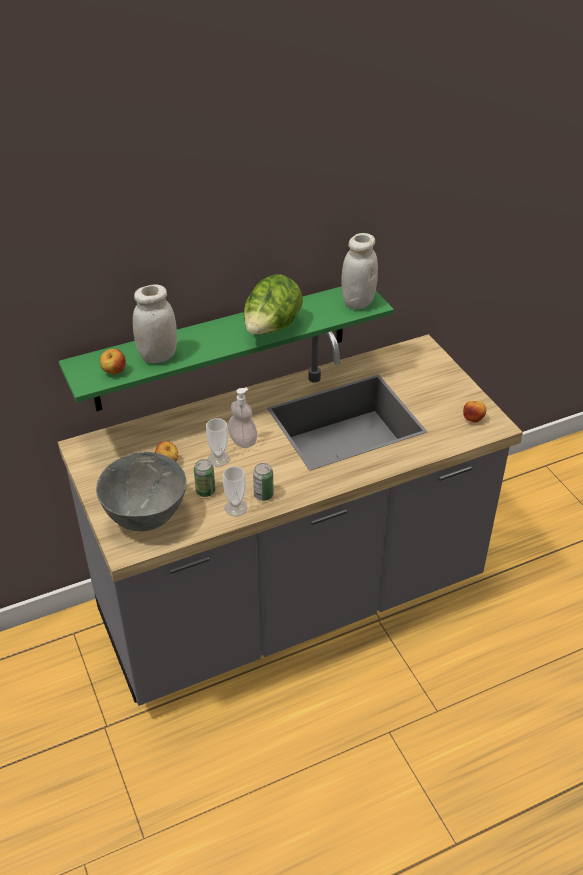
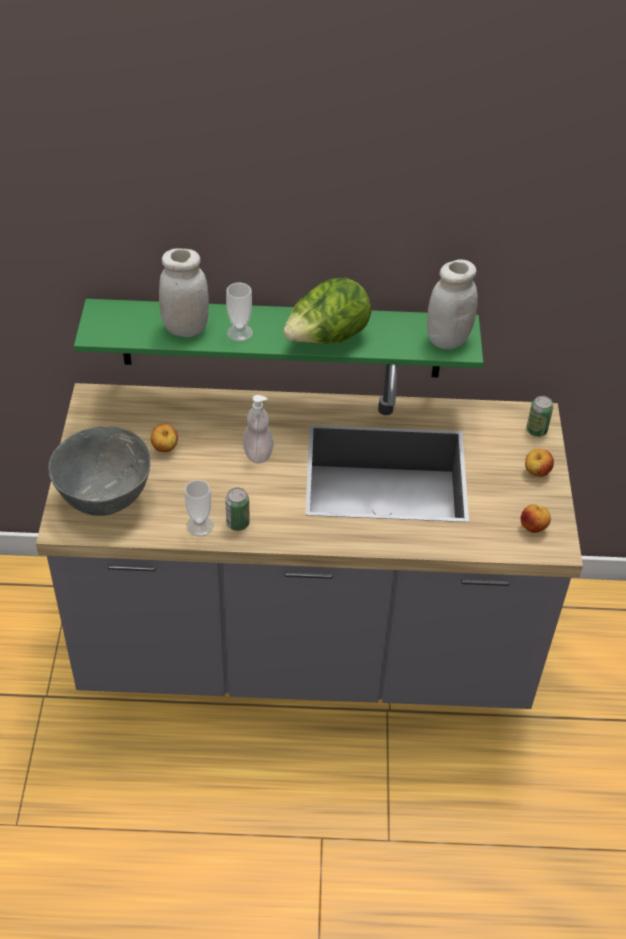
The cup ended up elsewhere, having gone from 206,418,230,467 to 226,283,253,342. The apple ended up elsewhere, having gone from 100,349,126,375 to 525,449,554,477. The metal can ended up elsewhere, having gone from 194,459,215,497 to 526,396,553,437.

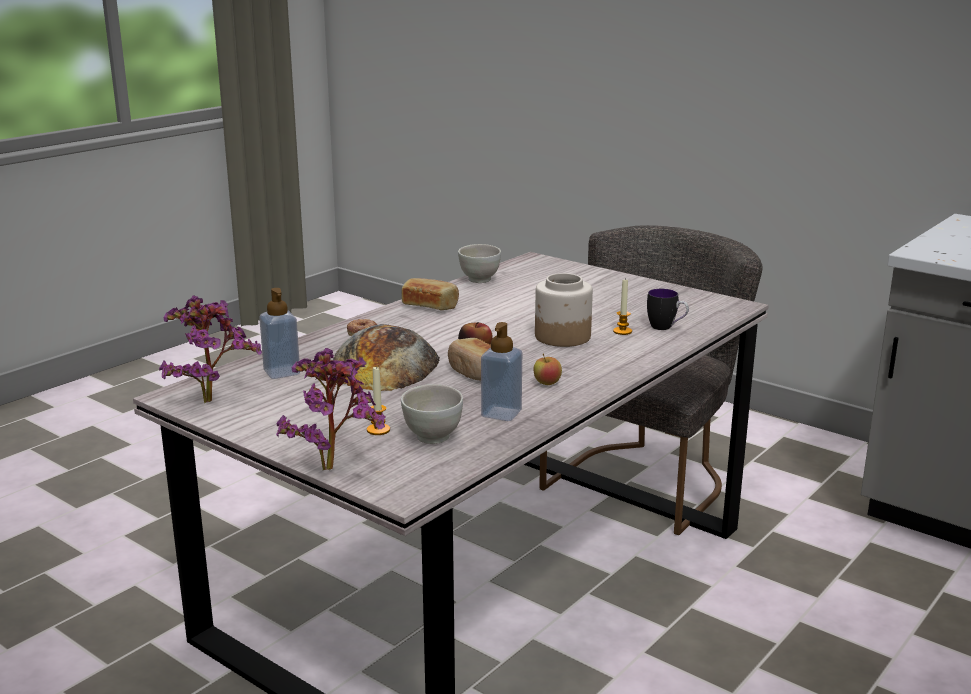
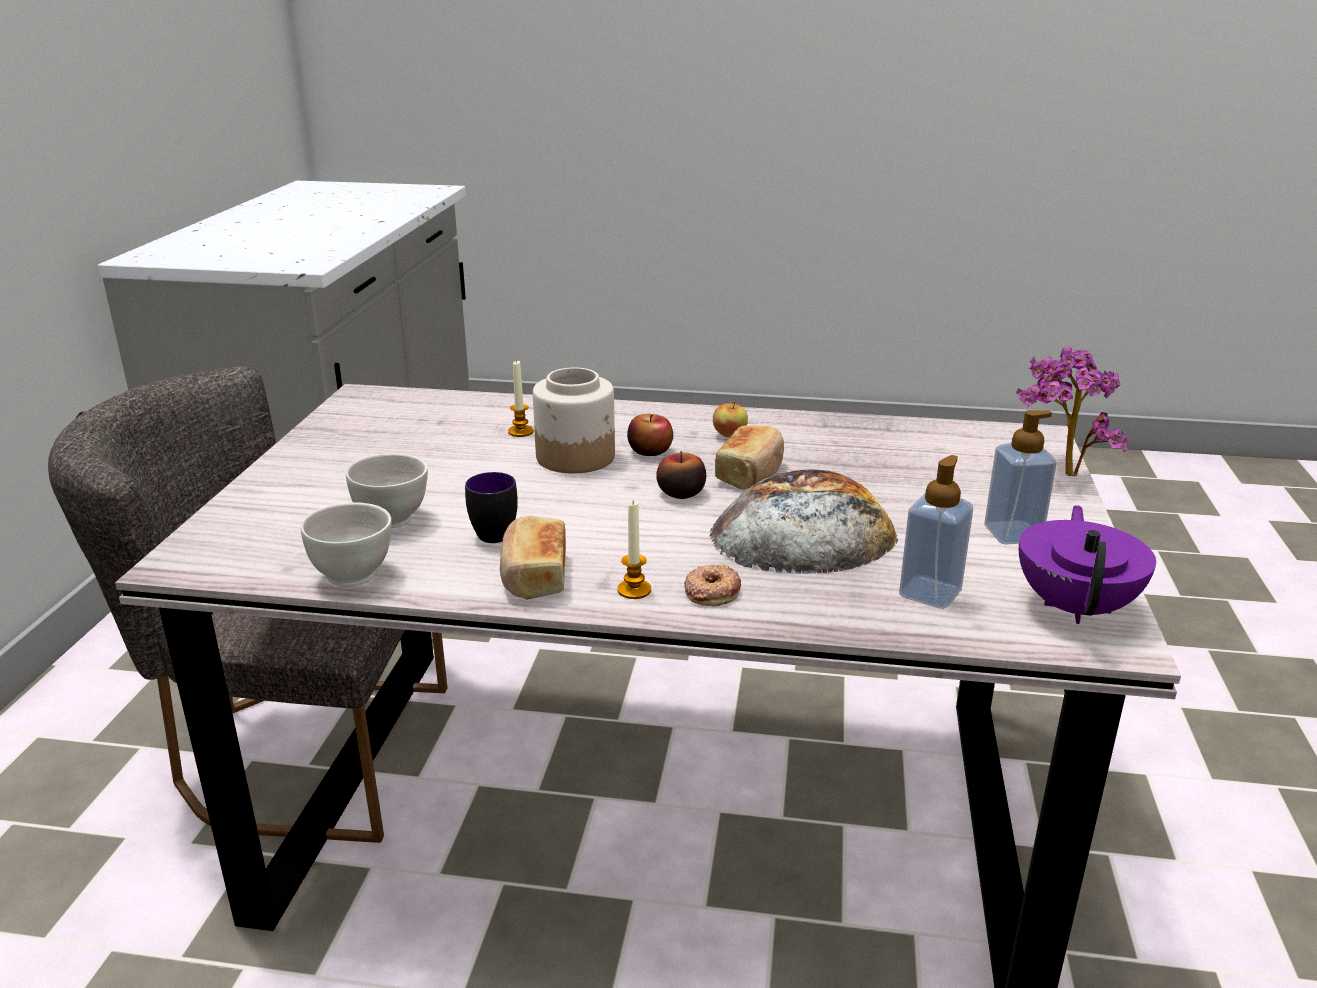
The white-coloured deep dish ended up elsewhere, having gone from 401,384,463,444 to 346,453,428,528. The coffee mug ended up elsewhere, having gone from 647,289,689,330 to 465,472,518,543. The wax light ended up elsewhere, having gone from 367,367,390,435 to 617,500,651,599. The second view gained the apple at 627,414,673,456. The soap bottle ended up elsewhere, having gone from 481,322,522,421 to 984,410,1056,545. Where the potted plant stood at 159,295,262,403, the purplish pot for tea came to stand at 1019,505,1156,624.

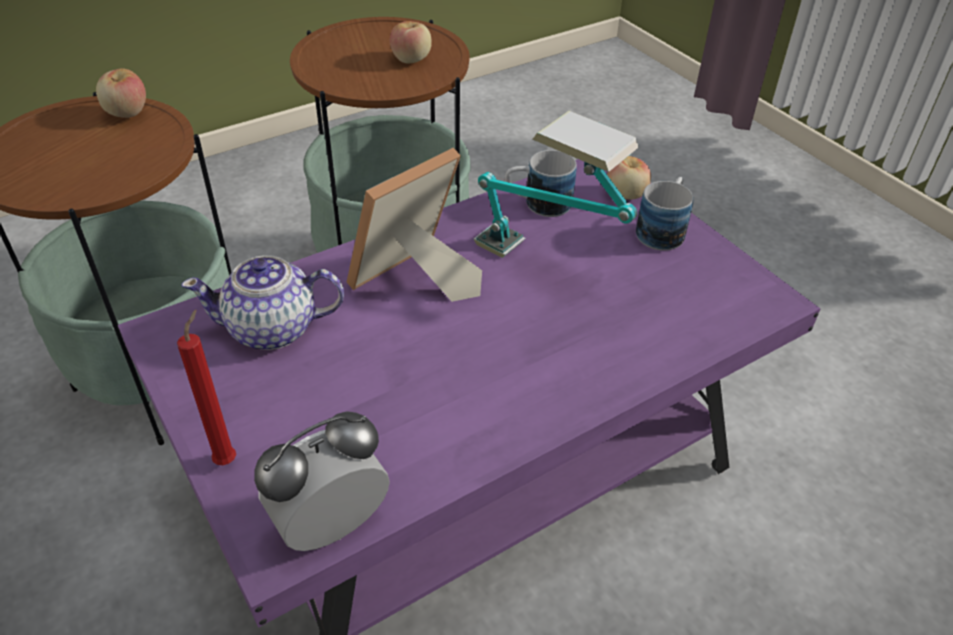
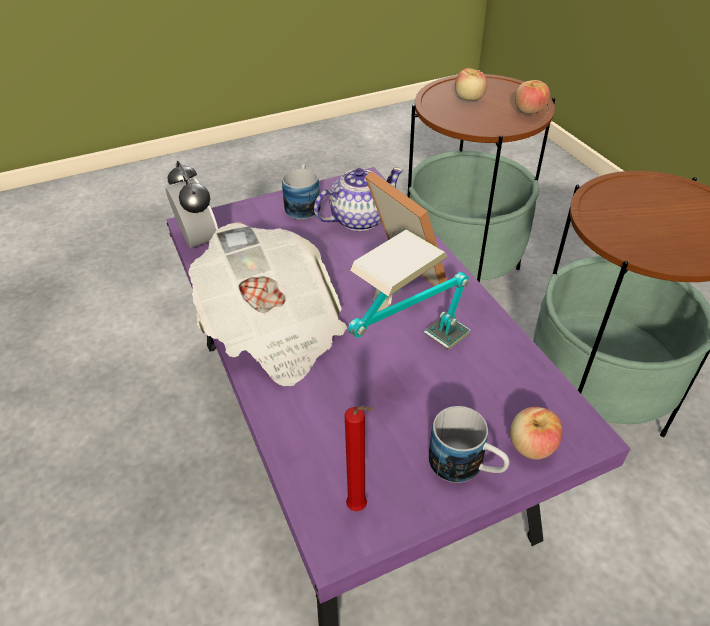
The second view gained the printed paper at 188,222,347,386. The coffee mug ended up elsewhere, having gone from 505,150,577,217 to 282,164,320,220. The pot for tea at 181,255,344,350 ended up facing another way, 60 degrees clockwise from before. The red wax light ended up elsewhere, having gone from 177,310,236,465 to 345,406,374,512. The apple ended up elsewhere, having gone from 390,21,432,64 to 455,68,487,101.

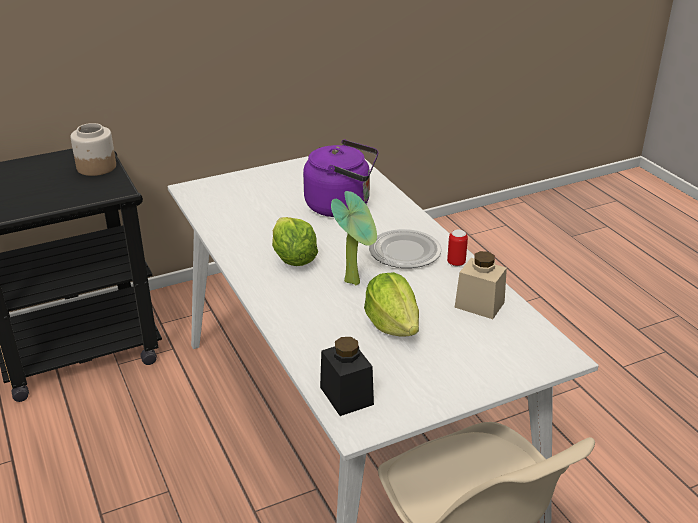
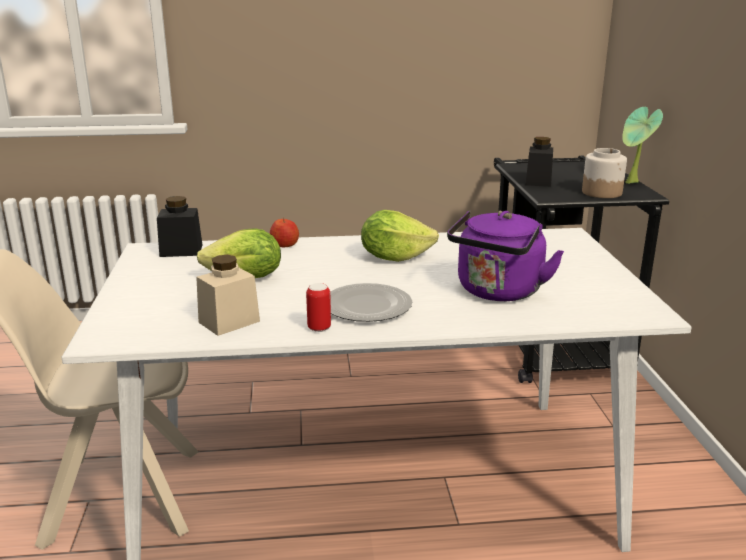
The second view gained the apple at 270,217,299,247. The second view gained the black preserve jar at 525,137,553,187. The potted plant ended up elsewhere, having gone from 331,191,377,286 to 622,107,663,184.

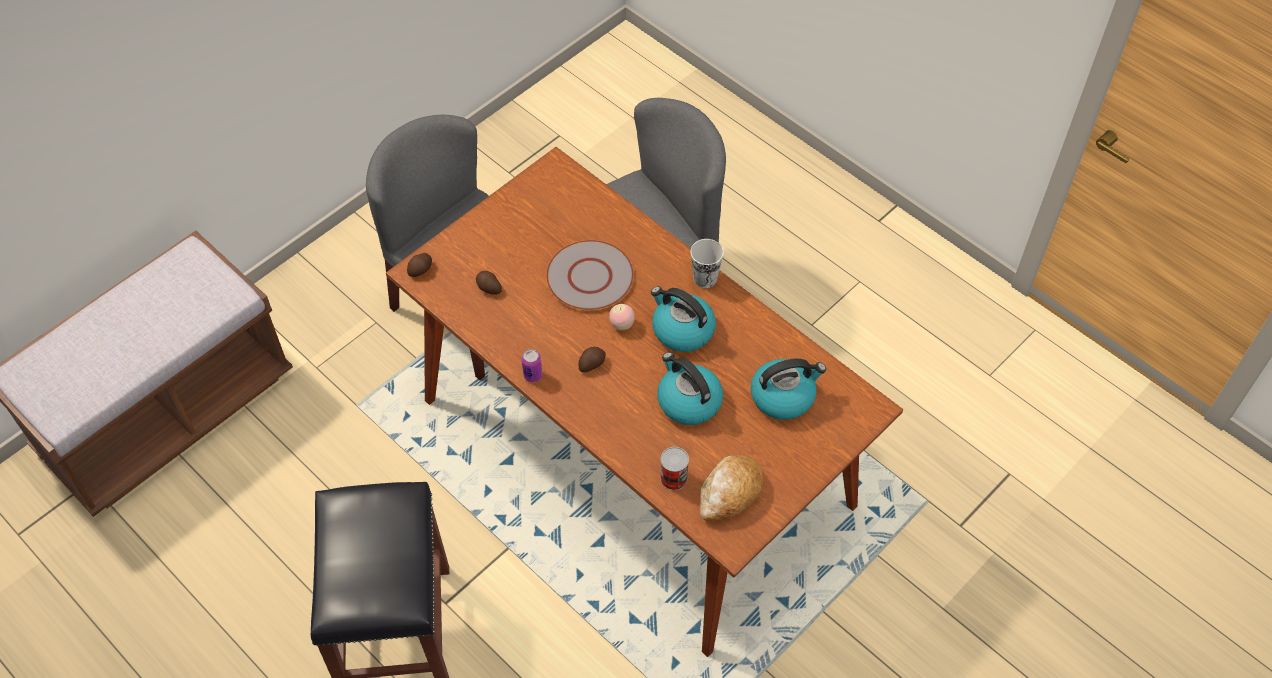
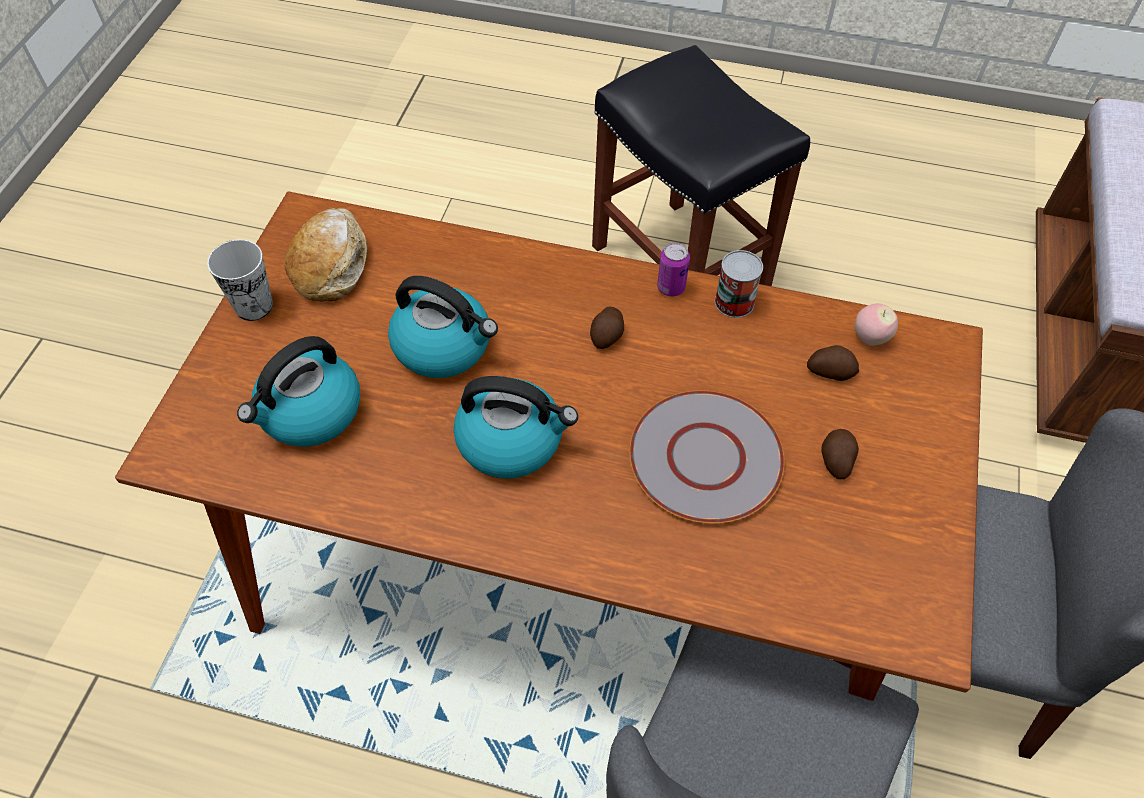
The cup ended up elsewhere, having gone from 691,239,724,288 to 207,239,273,321. The metal can ended up elsewhere, having gone from 660,447,689,490 to 715,250,763,318. The potato ended up elsewhere, having gone from 407,253,432,277 to 821,429,859,479. The apple ended up elsewhere, having gone from 609,304,635,330 to 855,303,898,346.

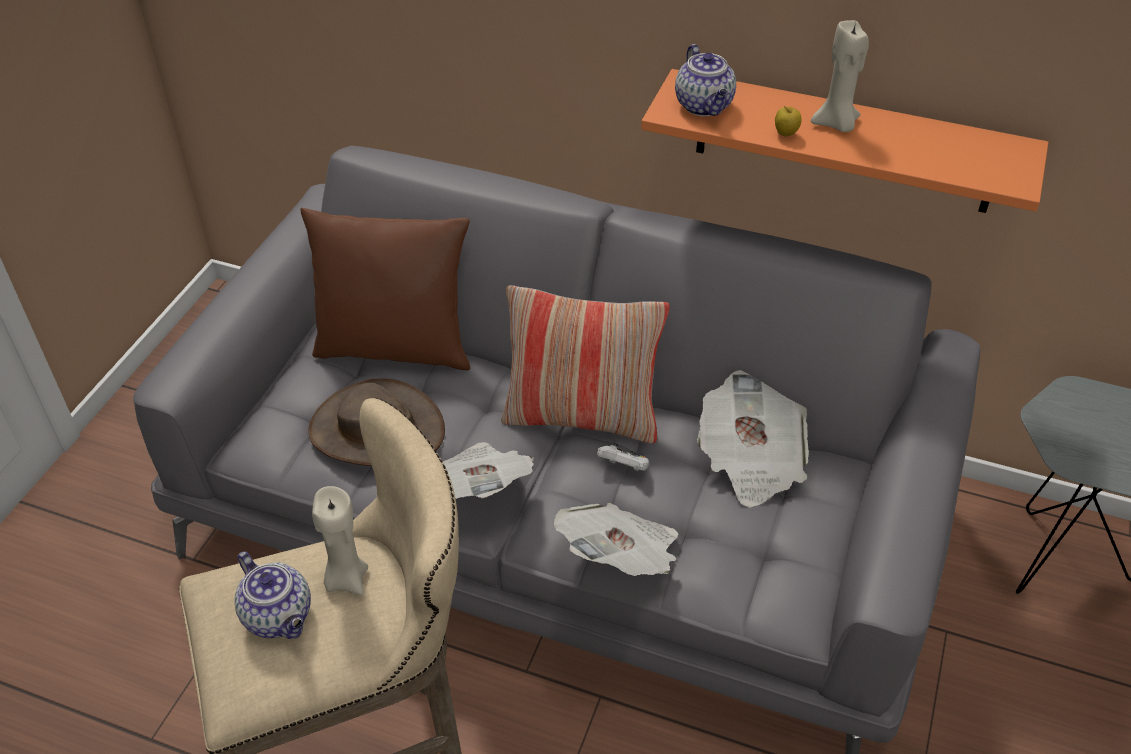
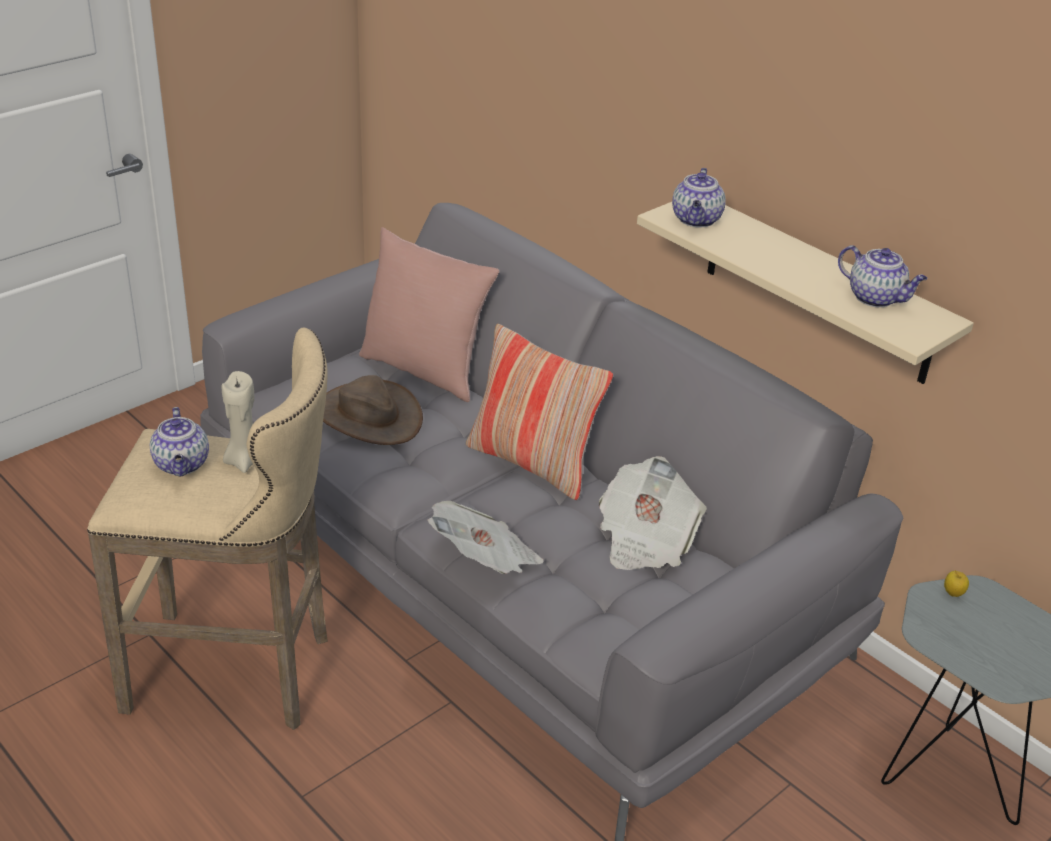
What was the brown pillow at 300,208,470,370 turned into the pink pillow at 359,227,499,402. What was the orange shelf at 641,69,1049,213 turned into the sand-coloured shelf at 637,202,974,384. The second view gained the pot for tea at 838,245,928,307. The apple ended up elsewhere, having gone from 775,106,802,136 to 944,570,969,597. The second view lost the printed paper at 443,442,533,499. The second view lost the white-coloured joypad at 597,443,649,472. The second view lost the sand-coloured wax light at 811,20,869,132.

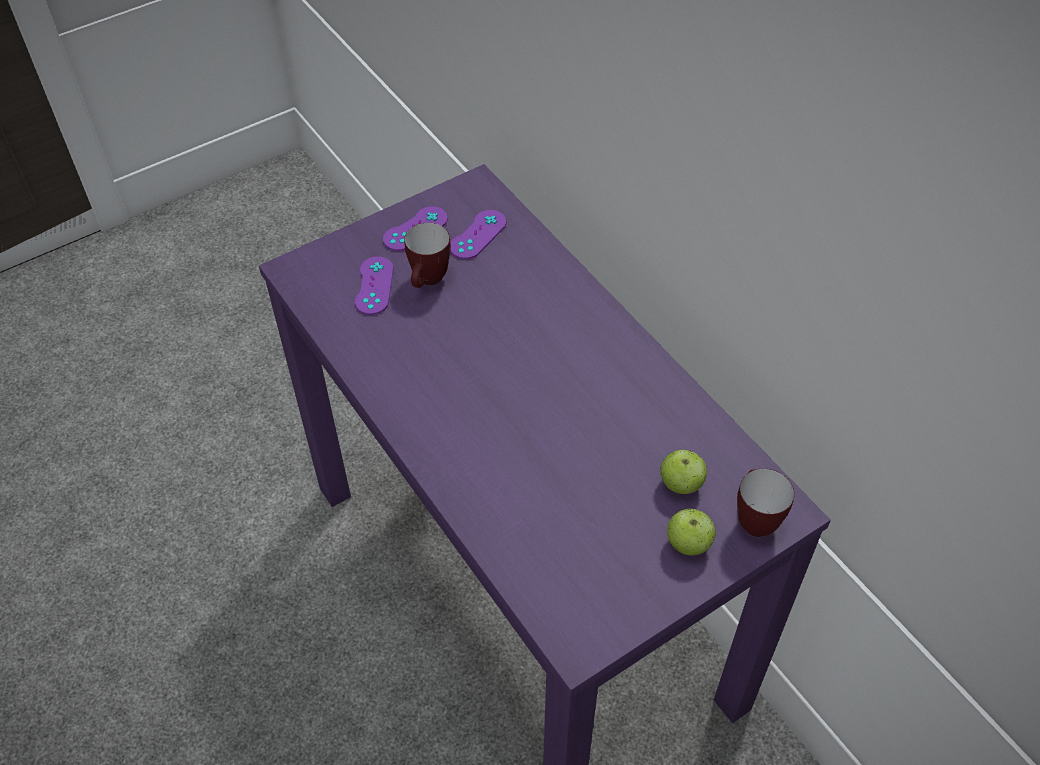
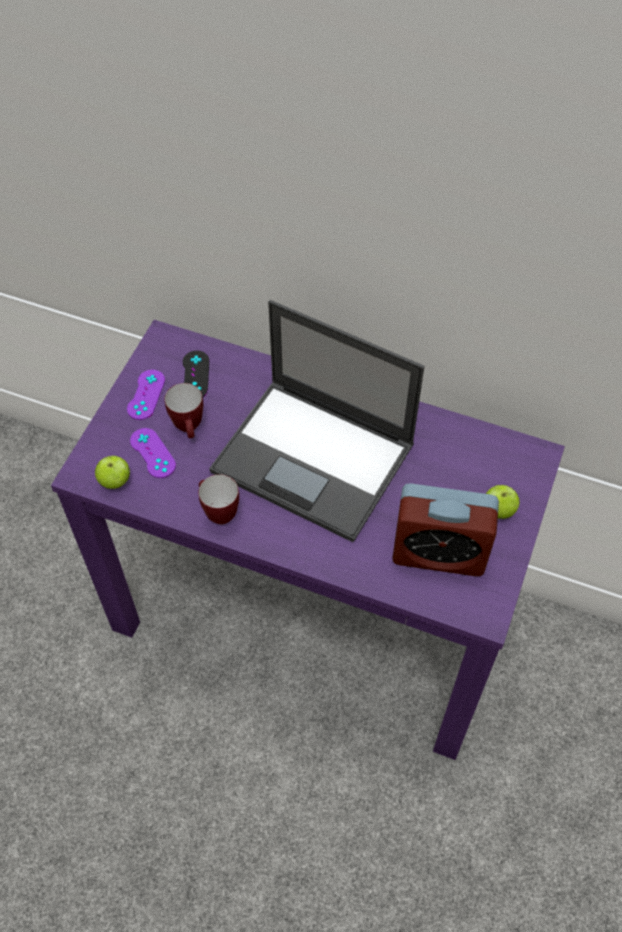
The apple ended up elsewhere, having gone from 660,450,707,494 to 95,456,130,489. What was the purplish joypad at 450,210,506,259 turned into the black joypad at 183,351,209,397. The coffee mug ended up elsewhere, having gone from 737,469,794,537 to 198,474,239,524. The second view gained the laptop at 209,300,424,542. The second view gained the bedside clock at 392,483,499,576.

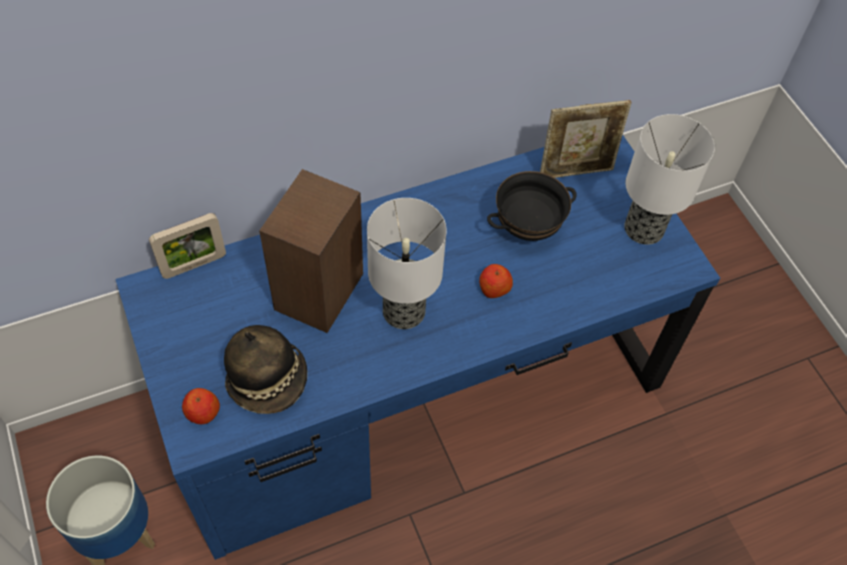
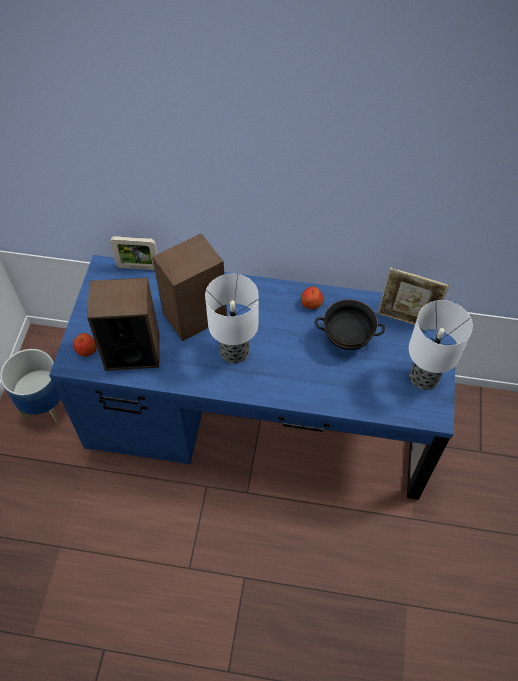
Where the clothing hat stood at 224,325,307,414, the loudspeaker came to stand at 87,278,159,371. The apple ended up elsewhere, having gone from 479,264,513,298 to 301,287,323,309.

